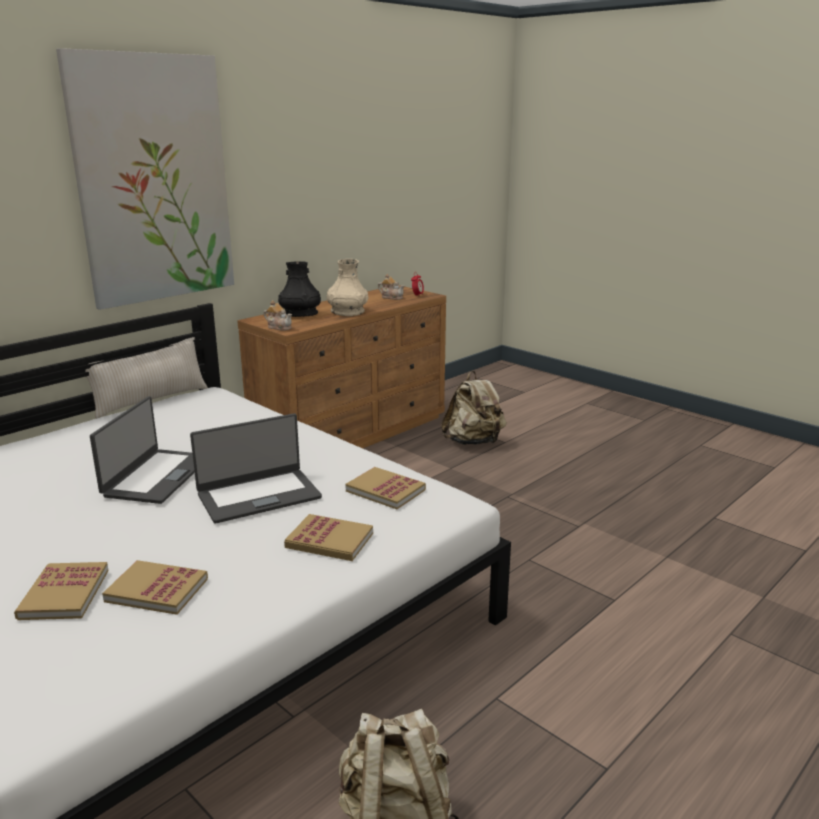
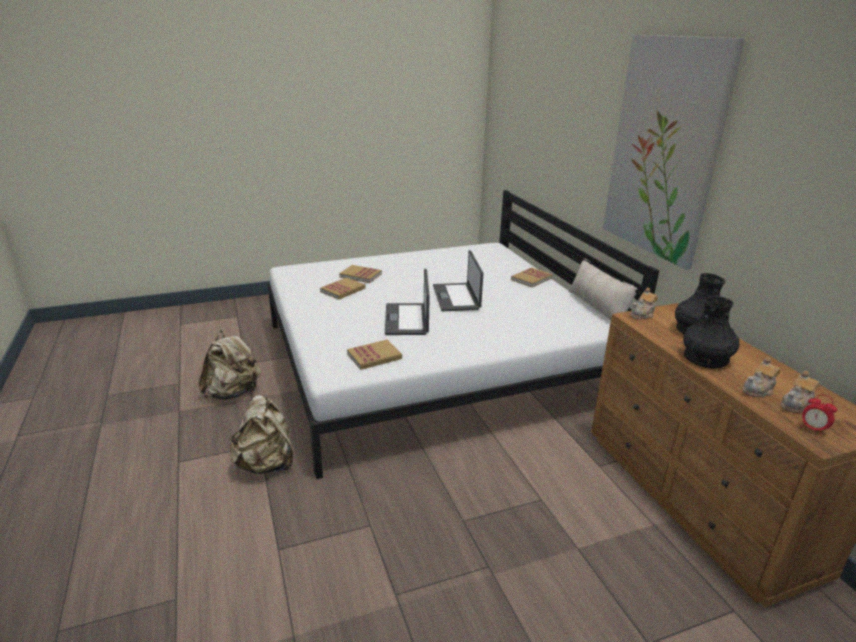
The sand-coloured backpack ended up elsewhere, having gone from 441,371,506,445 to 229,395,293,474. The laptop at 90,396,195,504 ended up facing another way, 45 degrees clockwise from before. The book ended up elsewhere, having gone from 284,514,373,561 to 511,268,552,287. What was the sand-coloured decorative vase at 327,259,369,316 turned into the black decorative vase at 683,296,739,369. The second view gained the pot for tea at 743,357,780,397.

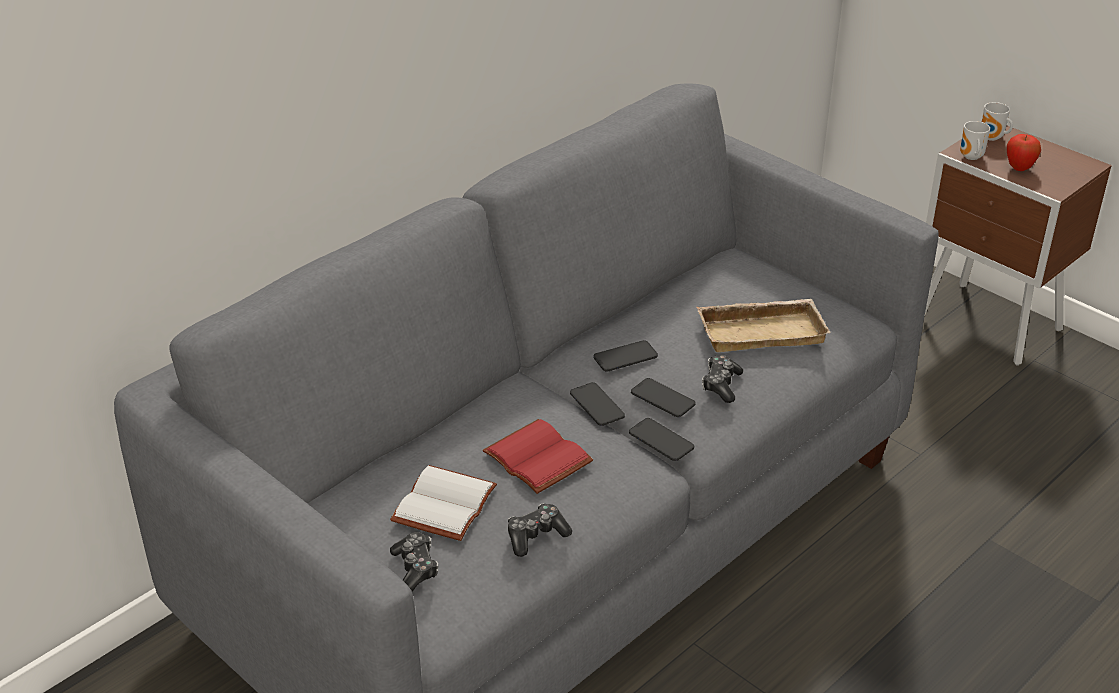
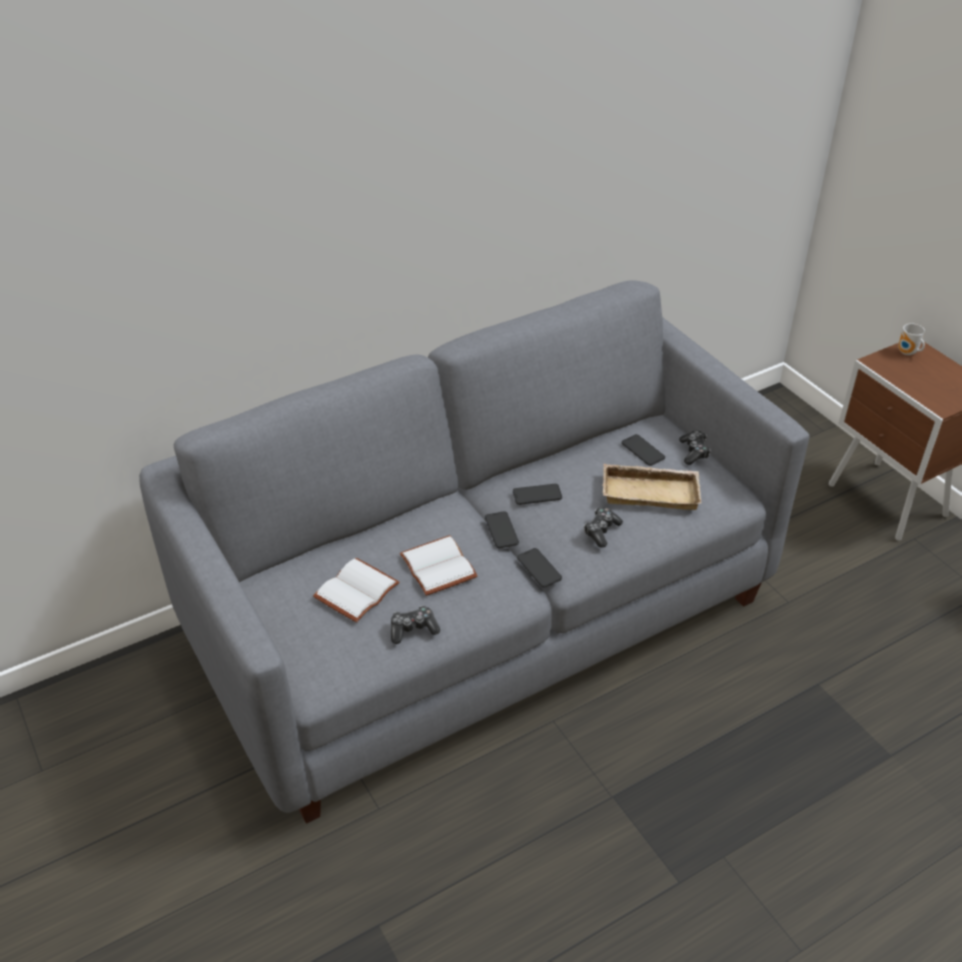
What was the red book at 483,419,593,494 turned into the white-coloured book at 400,535,478,596. The handset ended up elsewhere, having gone from 631,378,696,417 to 622,434,665,466. The joypad ended up elsewhere, having gone from 390,532,438,591 to 679,430,711,465. The second view lost the coffee mug at 960,121,990,160. The second view lost the apple at 1007,134,1041,171.

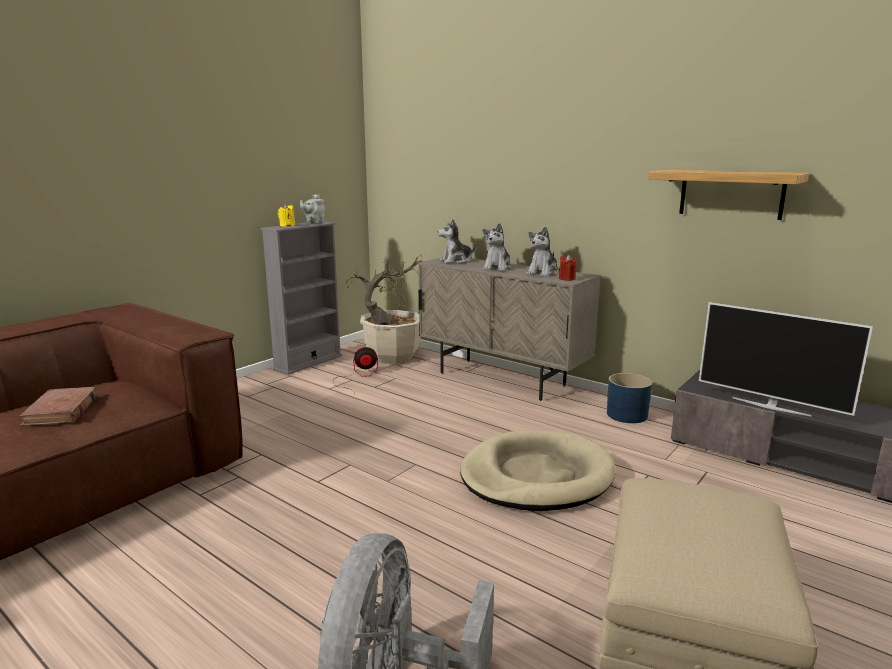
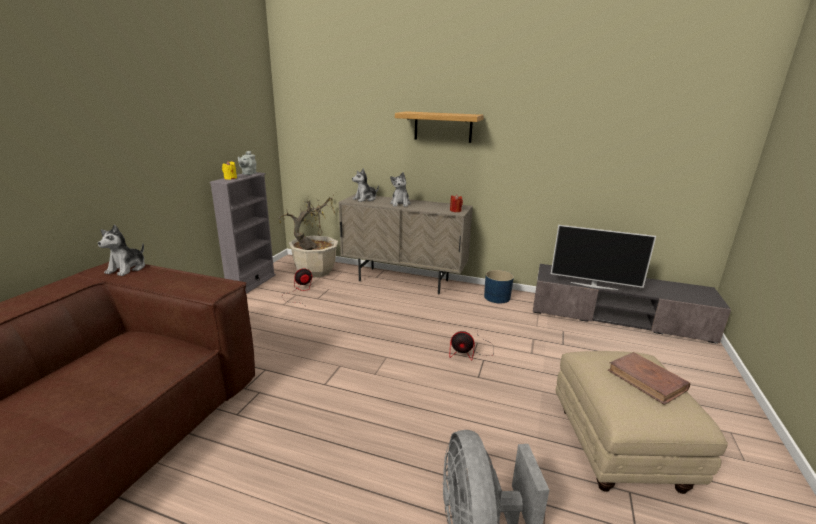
The soft toy ended up elsewhere, having gone from 526,226,558,277 to 98,225,145,276. The shelf ended up elsewhere, having gone from 648,170,809,220 to 395,111,484,143. Where the sand-coloured dog bed stood at 460,430,616,511, the electric fan came to stand at 449,331,485,360. The brown book ended up elsewhere, having gone from 19,387,99,426 to 608,352,690,405.

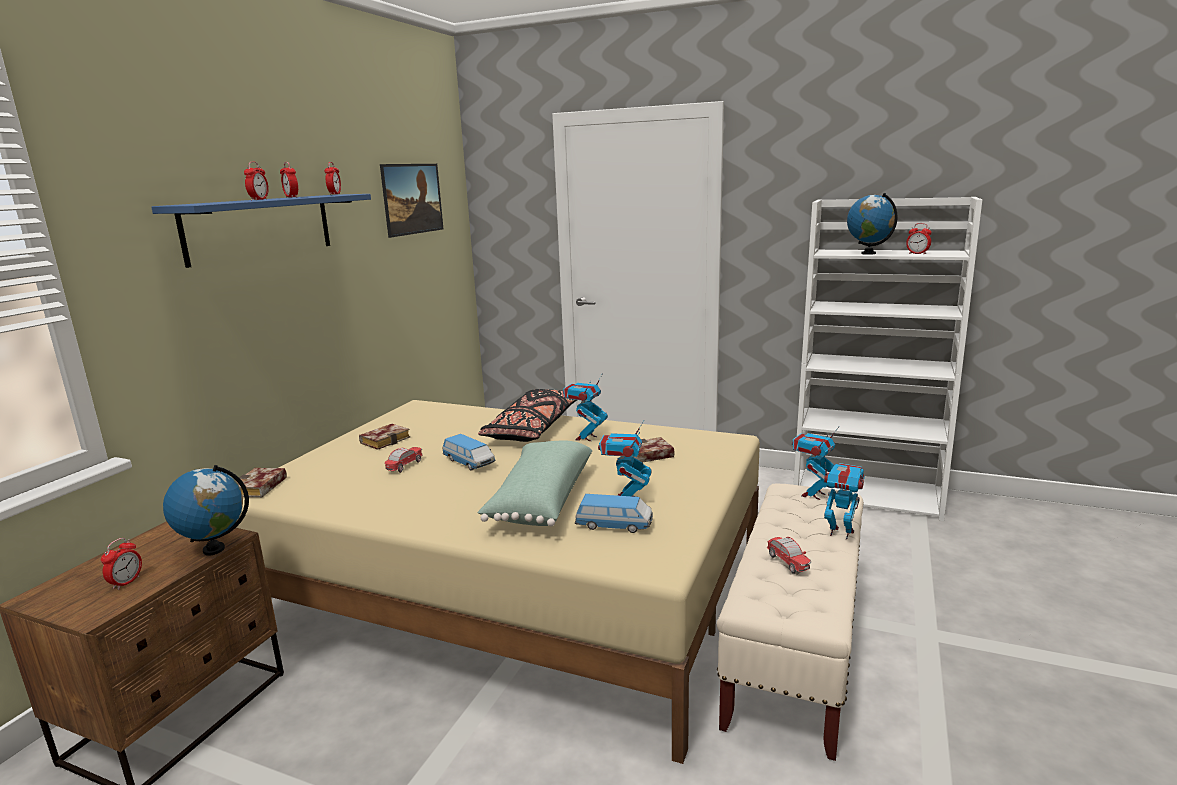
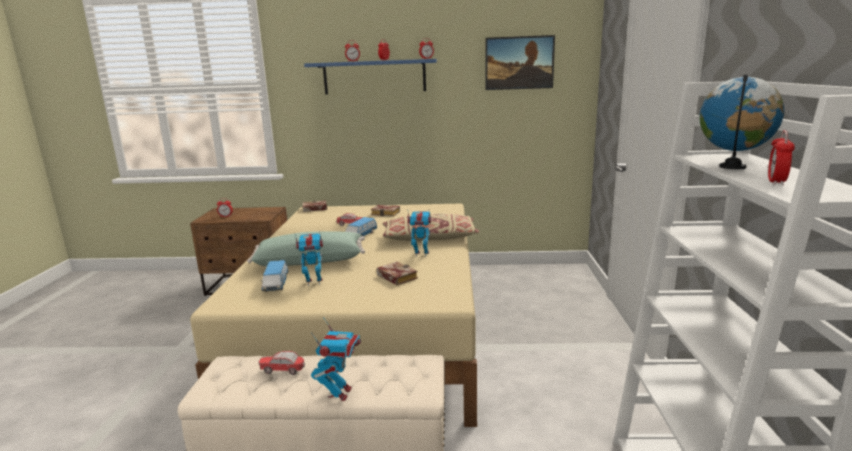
The model car at 767,537,811,574 ended up facing another way, 45 degrees clockwise from before. What was the black pillow at 478,389,577,442 turned into the sand-coloured pillow at 383,213,479,241. The second view lost the world globe at 163,465,249,556. The second view lost the robot figure at 792,427,839,500.

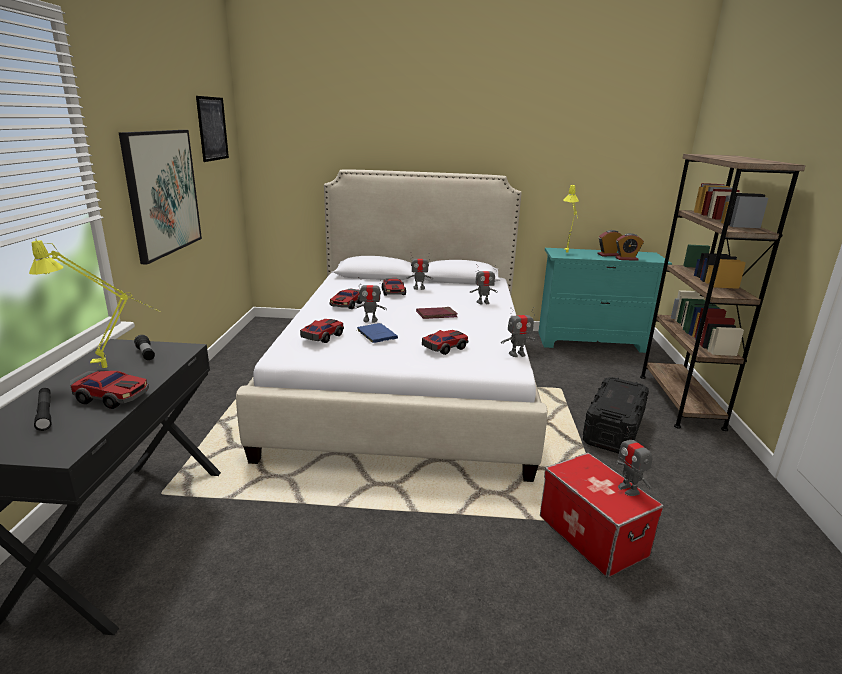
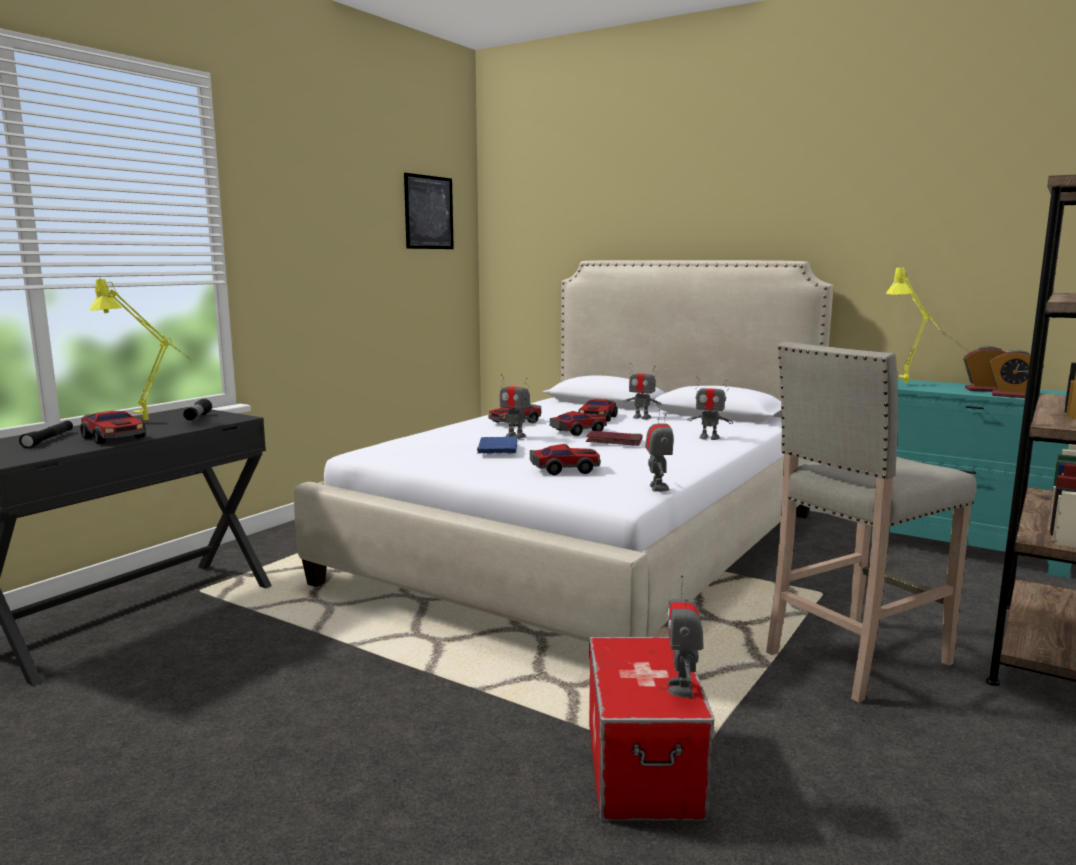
The model car ended up elsewhere, having gone from 300,319,344,343 to 550,411,607,436. The robot figure at 501,307,536,357 ended up facing another way, 105 degrees counterclockwise from before. Where the black storage box stood at 583,377,649,453, the sand-coloured sitting stool came to stand at 766,341,977,703. The second view lost the wall picture at 119,130,202,265.

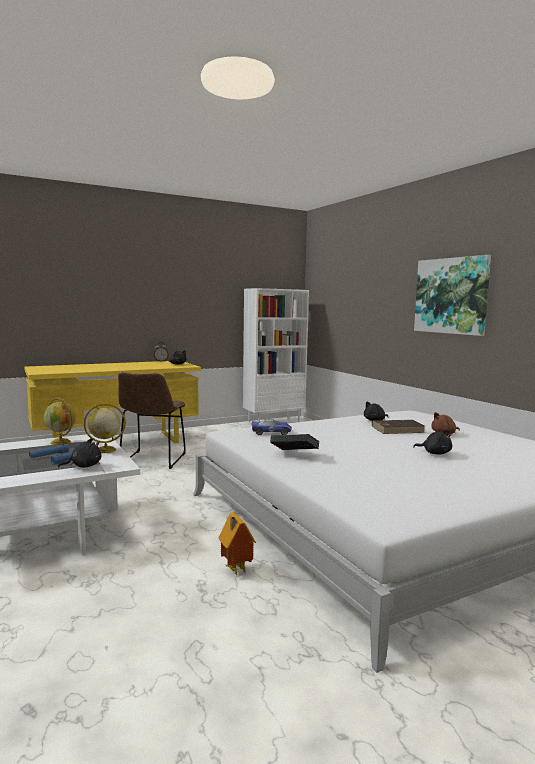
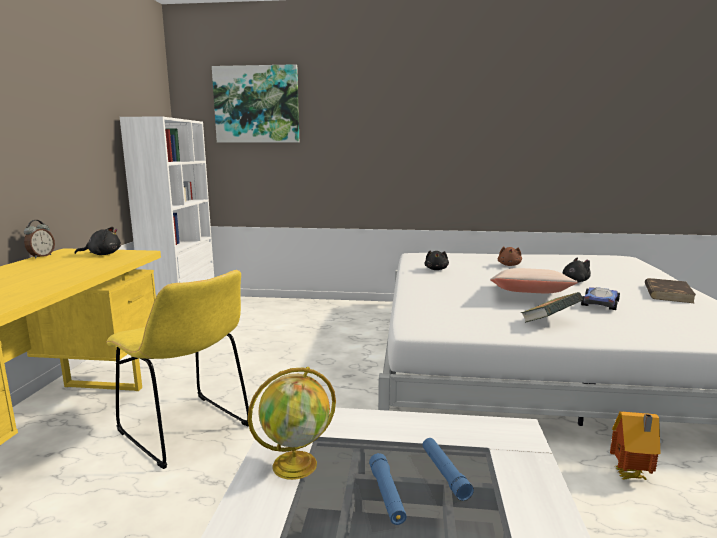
What was the brown chair at 118,372,186,469 turned into the yellow chair at 106,270,249,469. The wall picture ended up elsewhere, having gone from 414,255,491,336 to 212,64,299,143. The second view gained the sand-coloured pillow at 490,268,578,293. The model car ended up elsewhere, having gone from 251,419,292,435 to 581,287,620,310. The brown book ended up elsewhere, having gone from 372,420,425,434 to 645,278,696,303. The second view lost the black soft toy at 58,438,101,468. The second view lost the world globe at 84,404,126,453.

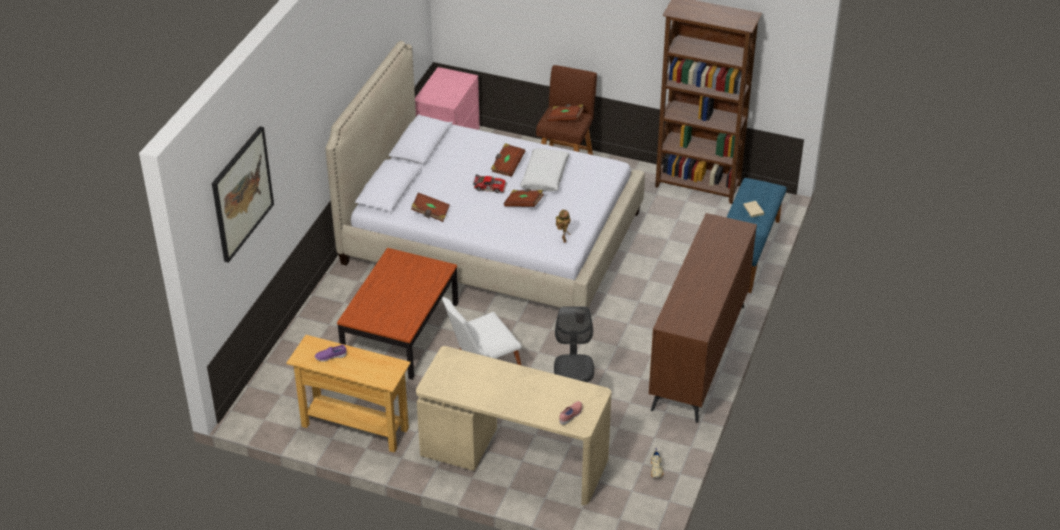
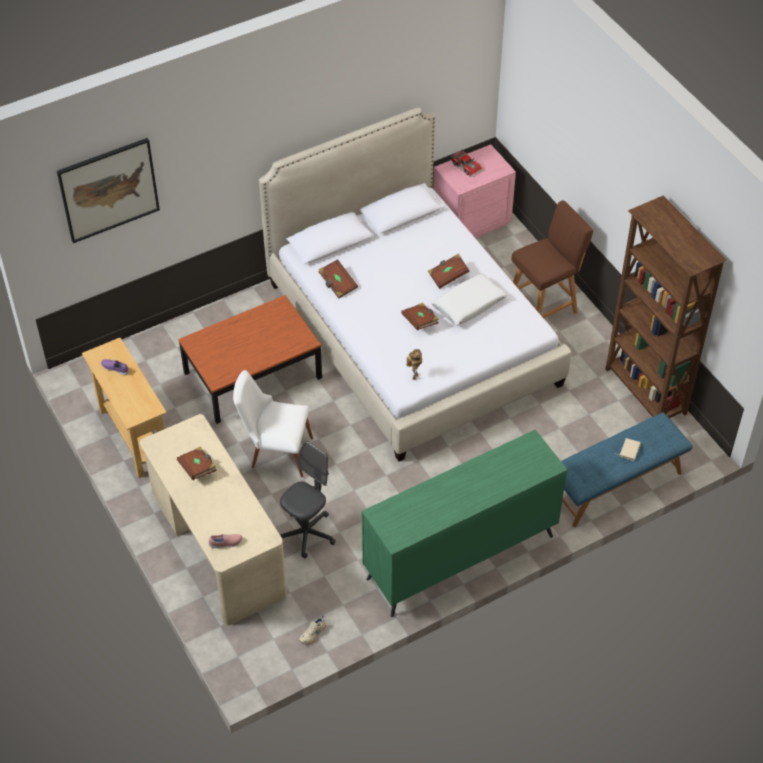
The brown book ended up elsewhere, having gone from 547,104,584,122 to 177,447,217,480. What was the brown drawer chest at 649,213,757,423 turned into the green drawer chest at 362,429,568,617. The model car ended up elsewhere, having gone from 473,174,507,193 to 451,149,483,177.

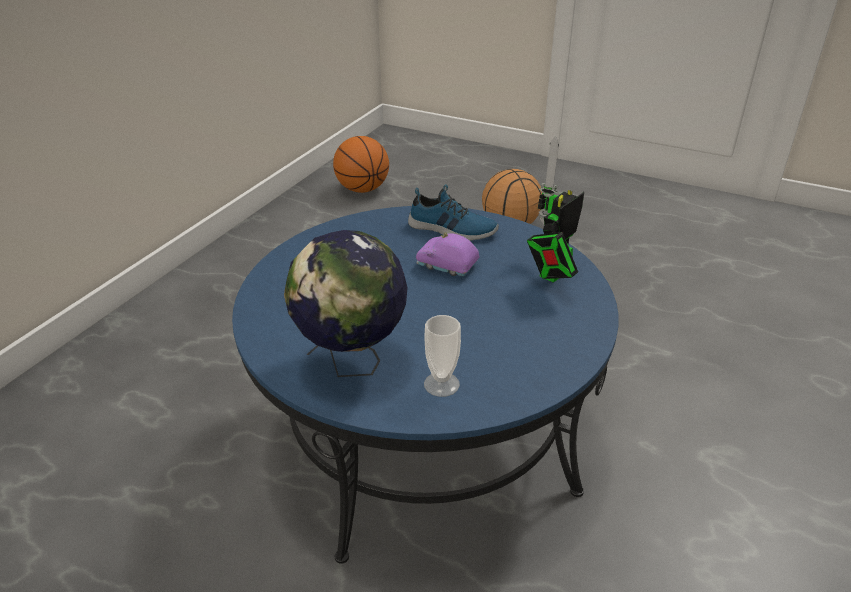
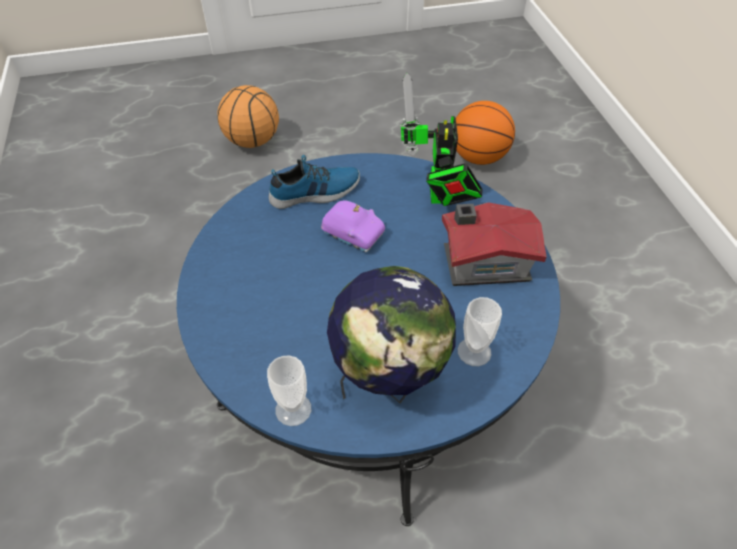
The second view gained the cup at 267,355,311,426. The purplish model car at 416,232,480,276 ended up facing another way, 135 degrees counterclockwise from before. The second view gained the miniature house at 442,202,546,286. The basketball ball ended up elsewhere, having gone from 333,136,389,193 to 456,101,515,165.

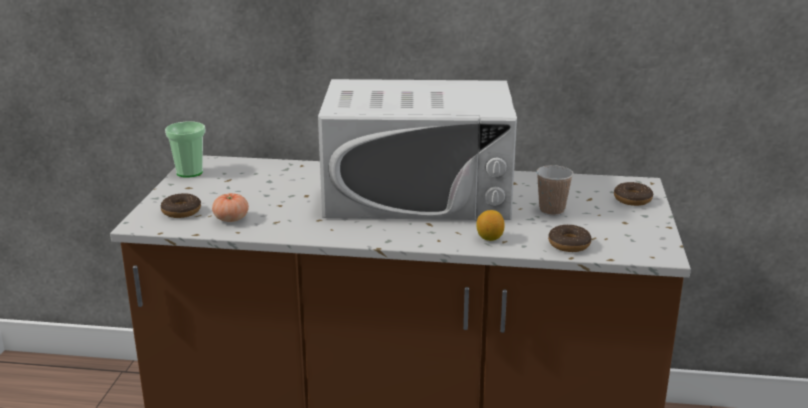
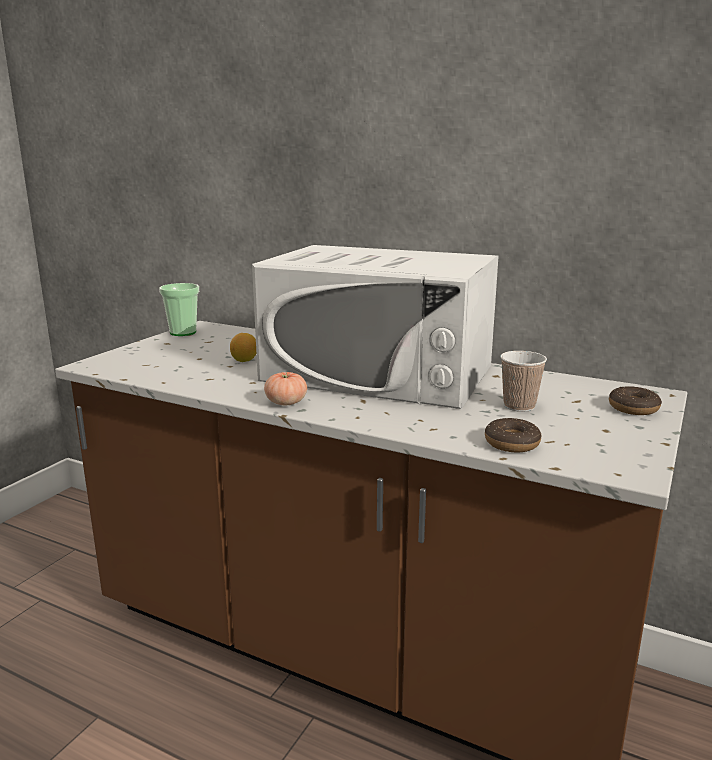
The whole lemon ended up elsewhere, having gone from 476,210,505,241 to 230,333,256,362. The whole tomato ended up elsewhere, having gone from 212,193,249,222 to 264,372,307,405. The second view lost the doughnut at 161,193,201,218.

